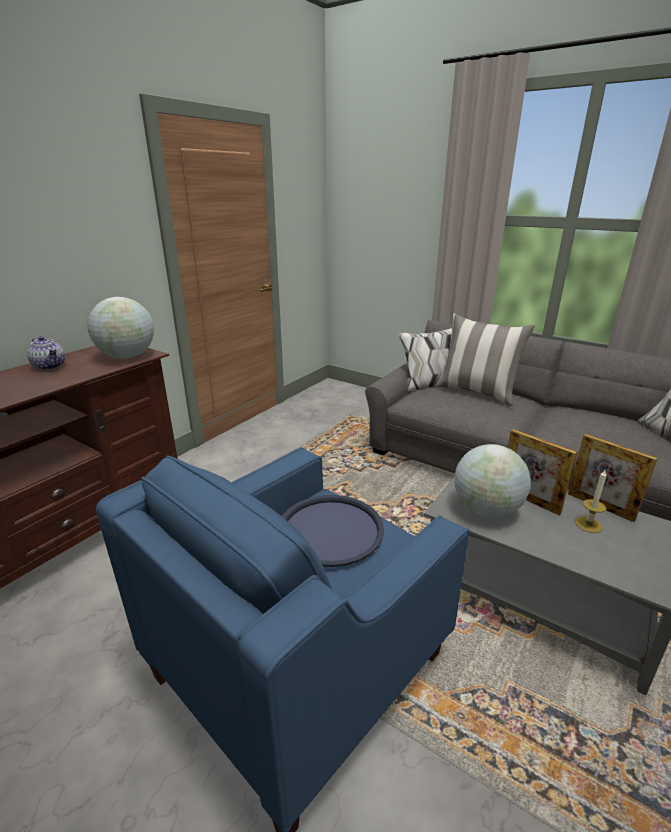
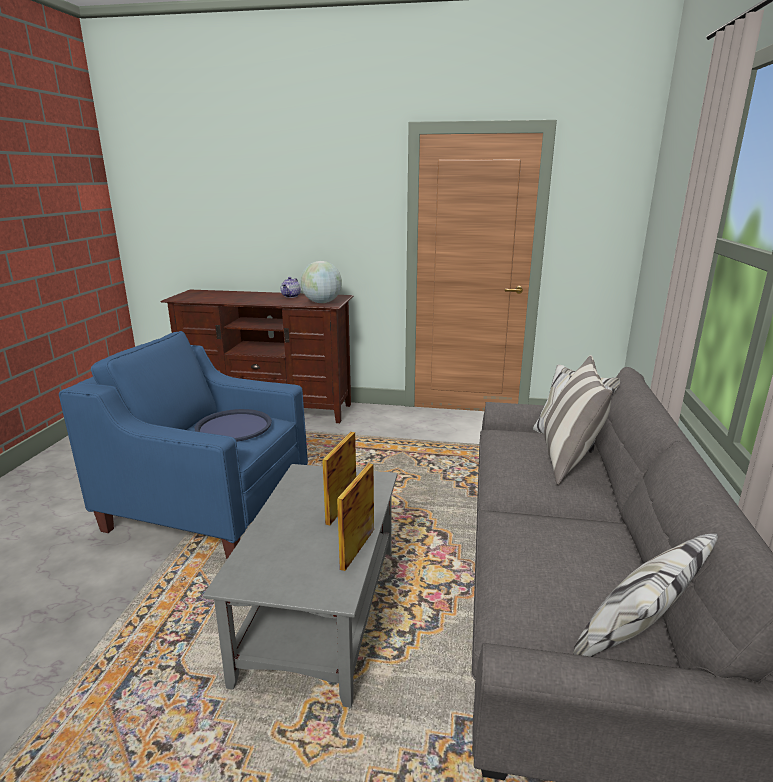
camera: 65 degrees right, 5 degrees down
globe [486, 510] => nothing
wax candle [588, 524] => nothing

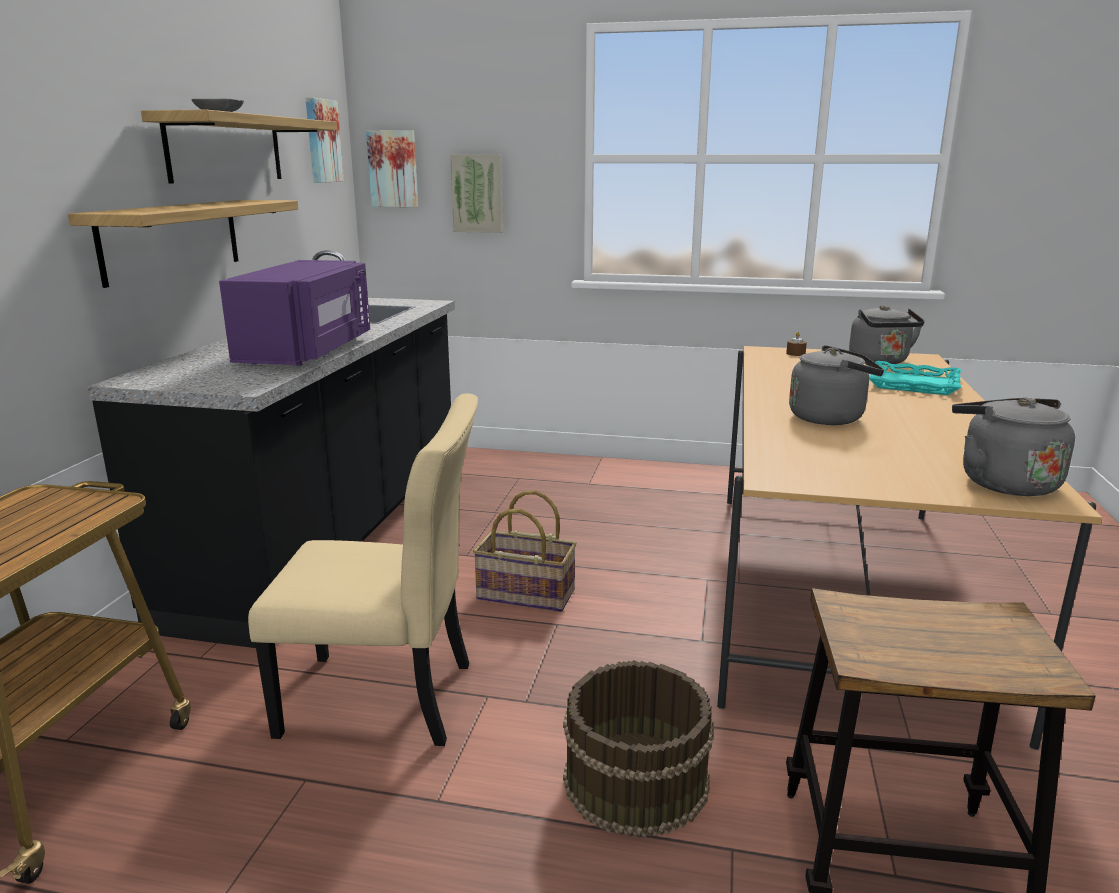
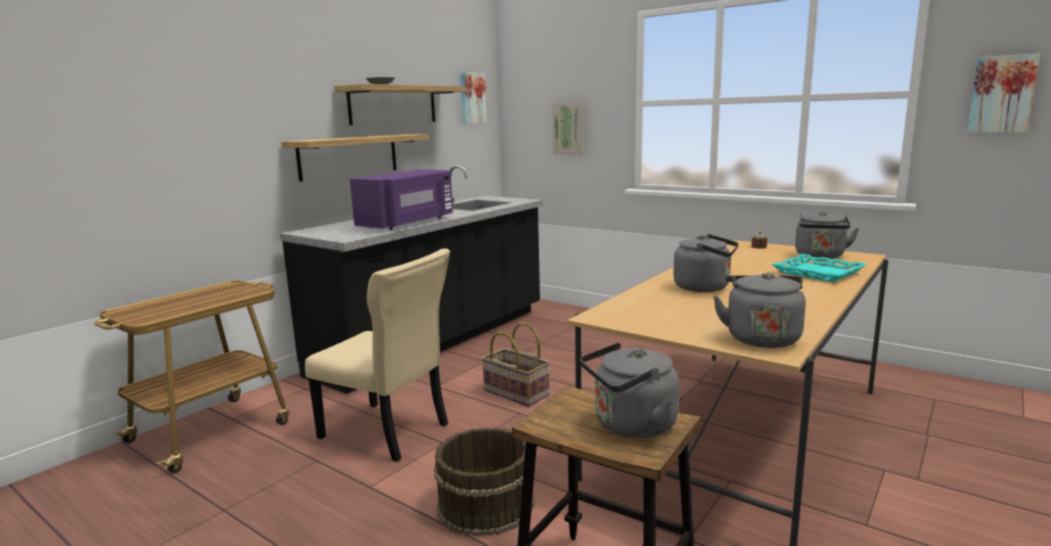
camera: 25 degrees right, 5 degrees down
nothing => kettle/grey [631, 426]
wall picture [393, 169] => wall picture [1002, 94], shifted

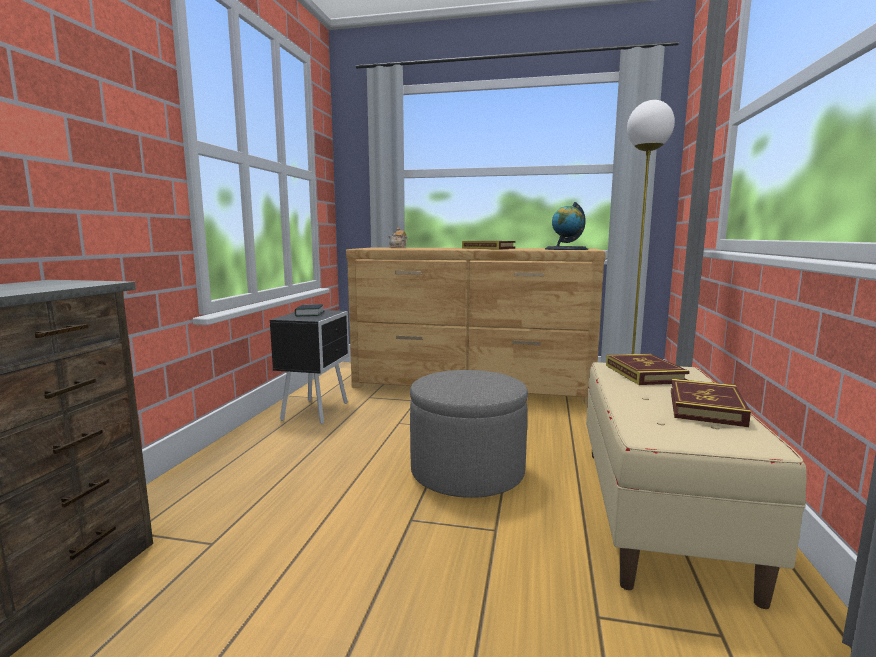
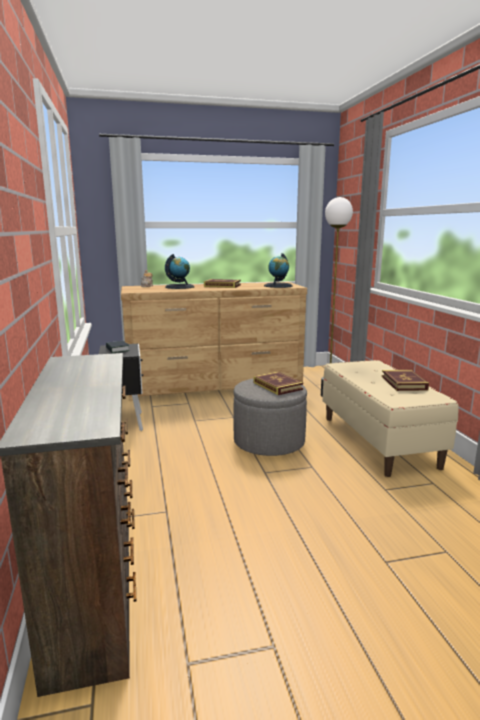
camera: 25 degrees left, 5 degrees up
nothing => globe [179, 287]
book [644, 374] => book [277, 386], shifted

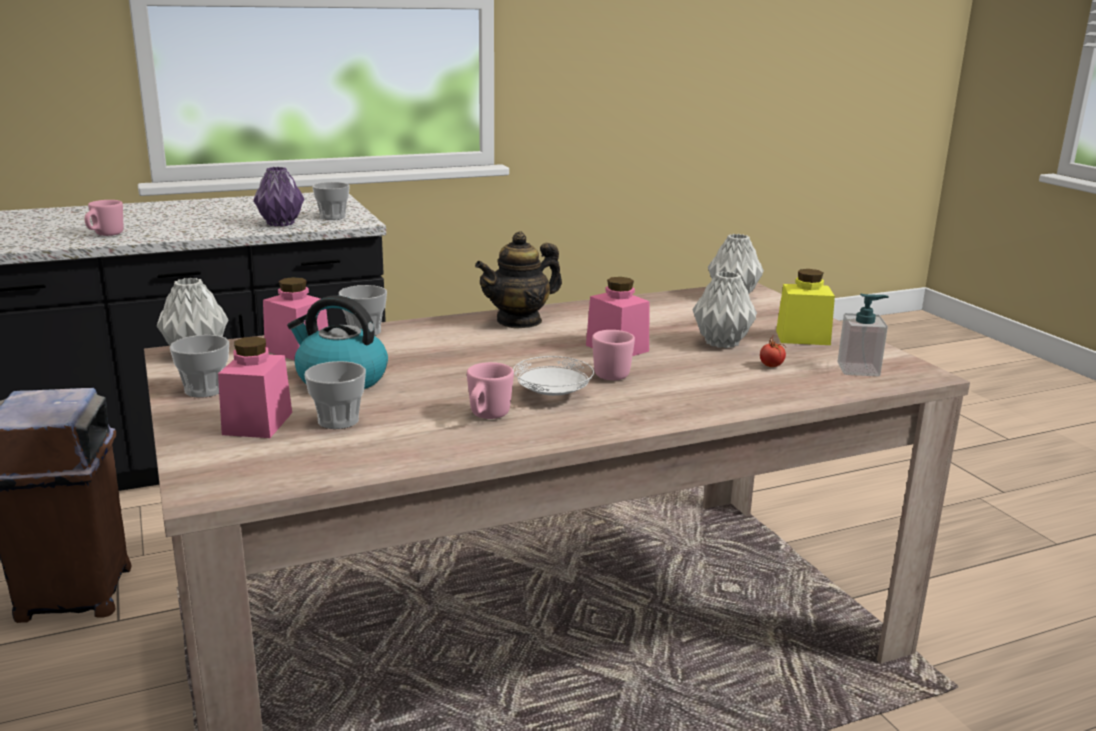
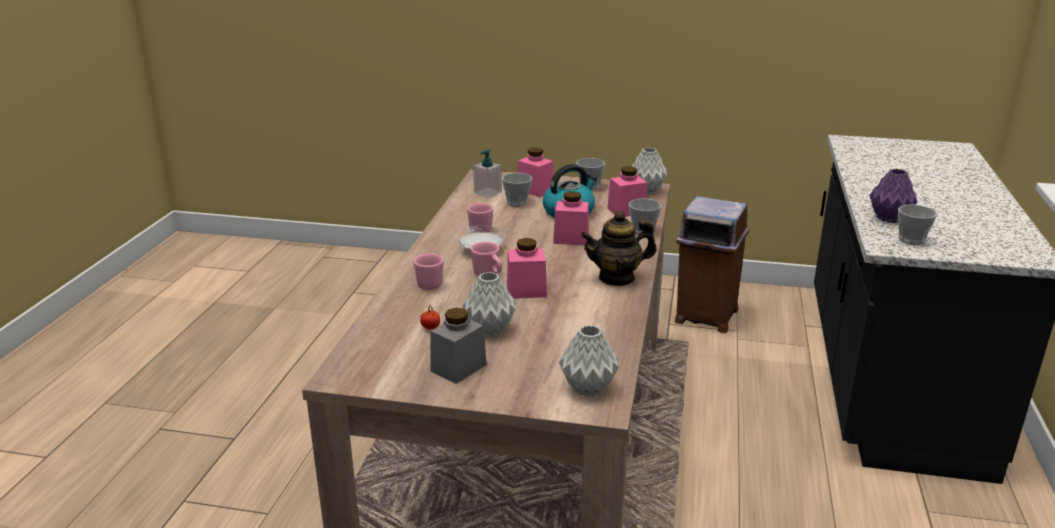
camera: 125 degrees right, 5 degrees up
nothing => storage jar/pink [571, 238]
mug/pink [105, 235] => mug/pink [427, 284], shifted
soap dispenser [858, 369] => soap dispenser [487, 193], shifted
storage jar/yellow [802, 337] => storage jar/grey [458, 368]
pot for tea [519, 321] => pot for tea [617, 278], 105 degrees counterclockwise

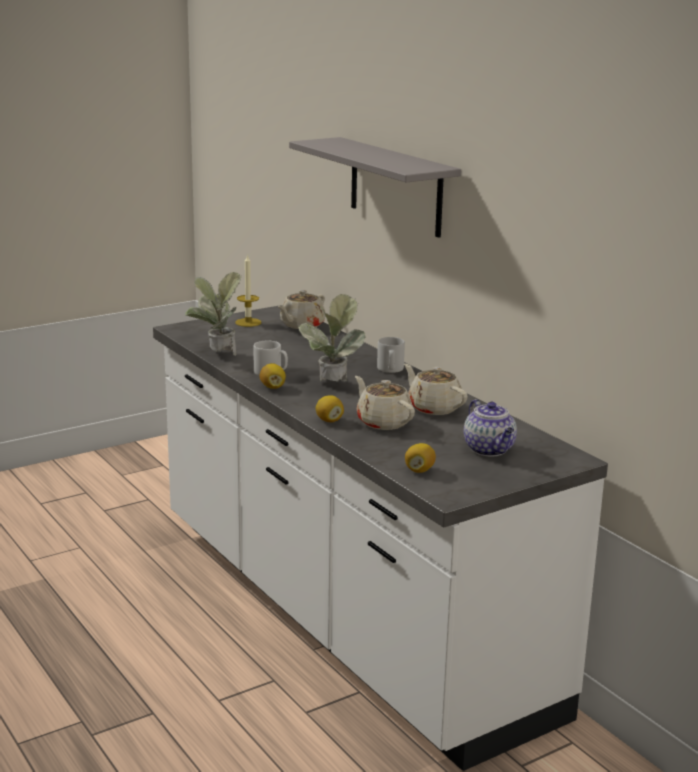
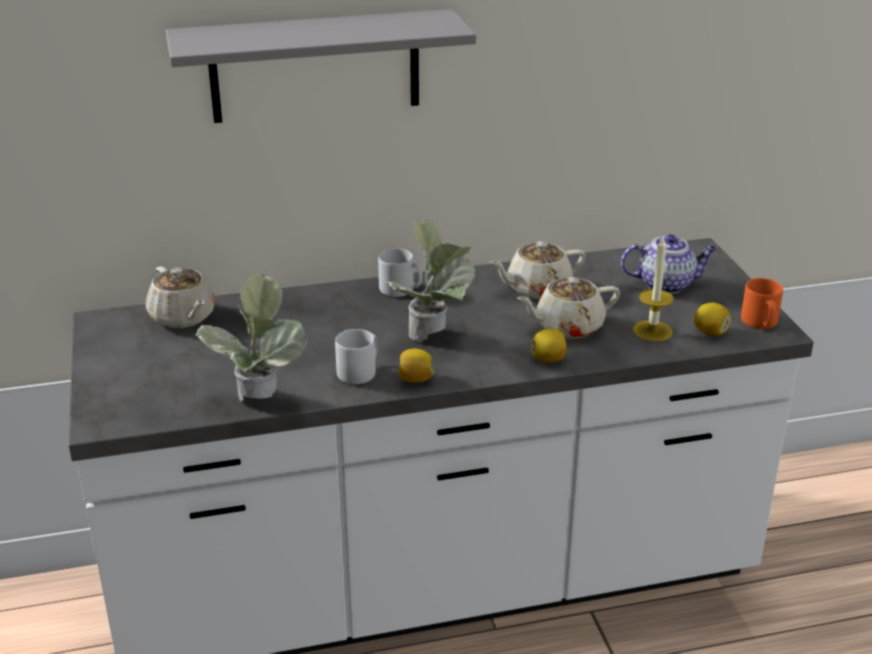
camera: 70 degrees left, 10 degrees up
nothing => mug/orangey [760, 323]
wax candle [248, 322] => wax candle [652, 331], shifted

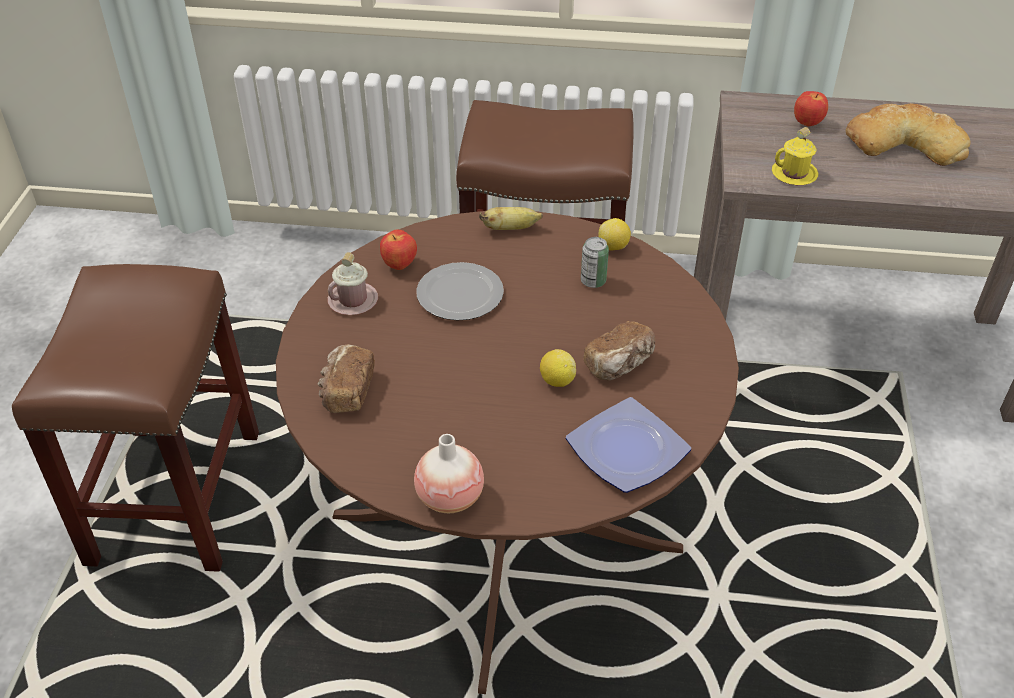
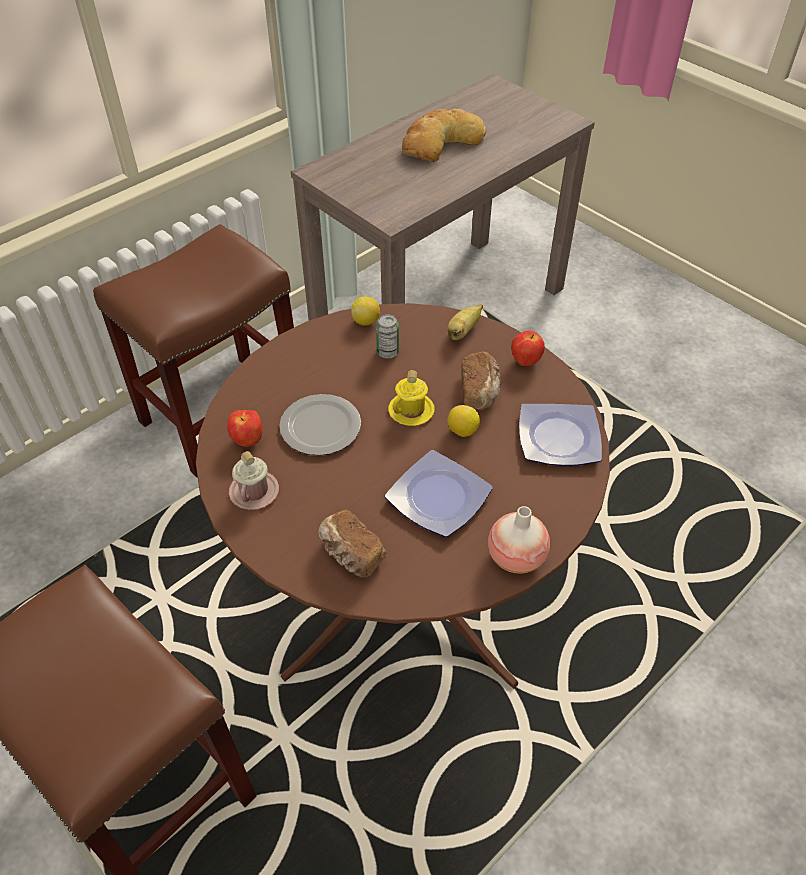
camera: 50 degrees left, 5 degrees up
nothing => dinner plate [438, 496]
whole banana [510, 228] => whole banana [463, 331], shifted
mug/yellow [794, 174] => mug/yellow [411, 410], shifted
whole apple [807, 123] => whole apple [525, 361], shifted

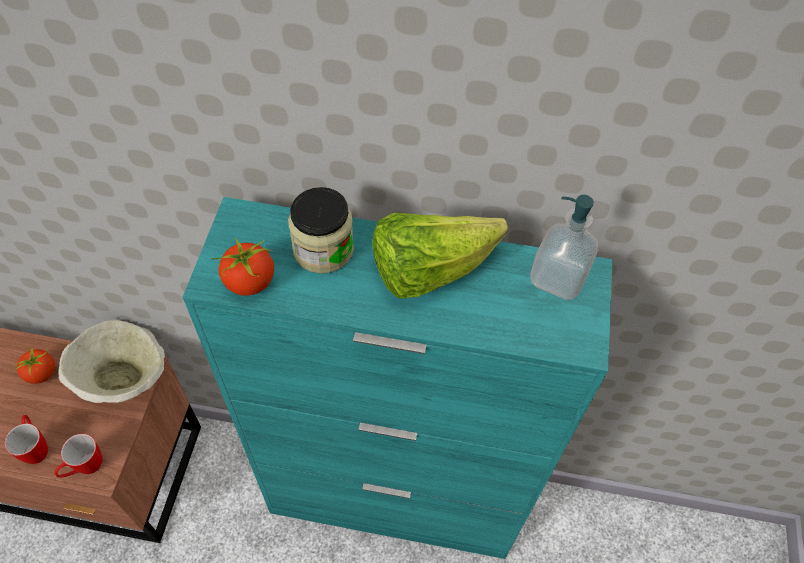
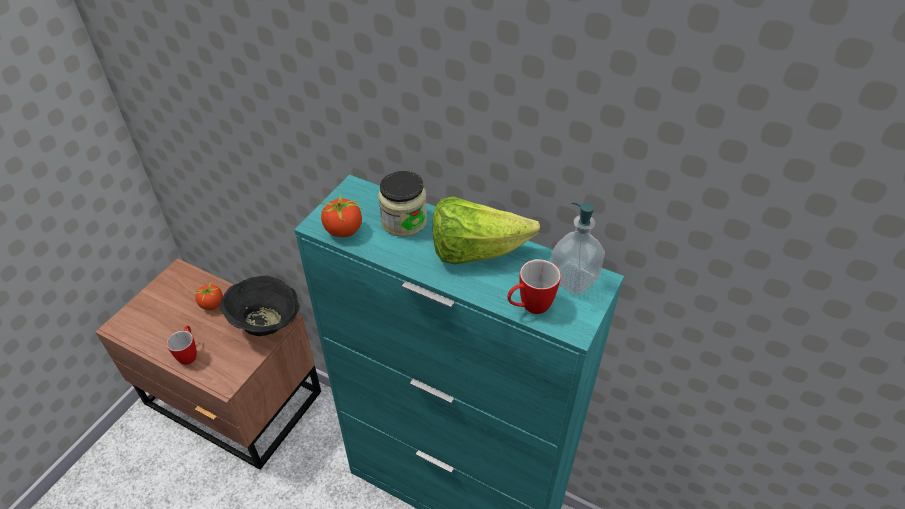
camera: 20 degrees right, 10 degrees down
mug [85, 468] => mug [529, 307], shifted
bowl/sand-coloured [124, 379] => bowl/black [266, 323]

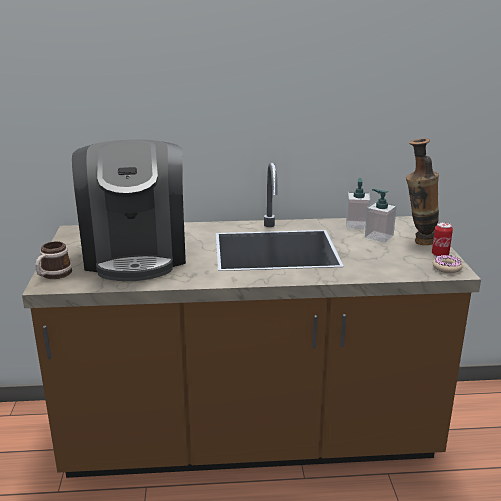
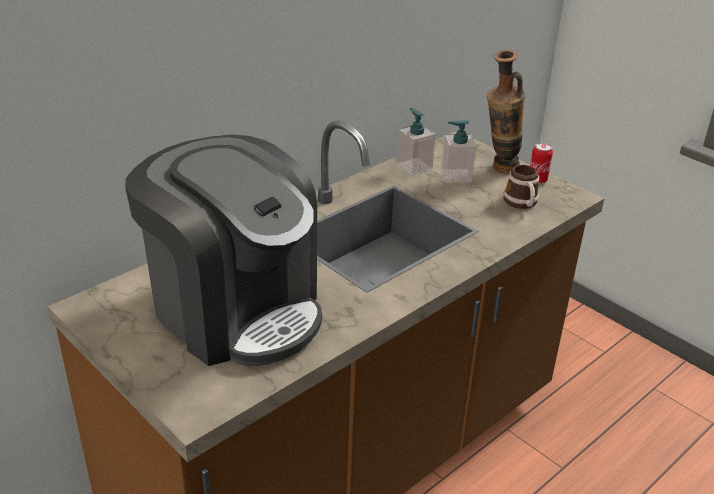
camera: 40 degrees left, 10 degrees up
donut [446, 268] => nothing
mug [53, 275] => mug [522, 203], shifted

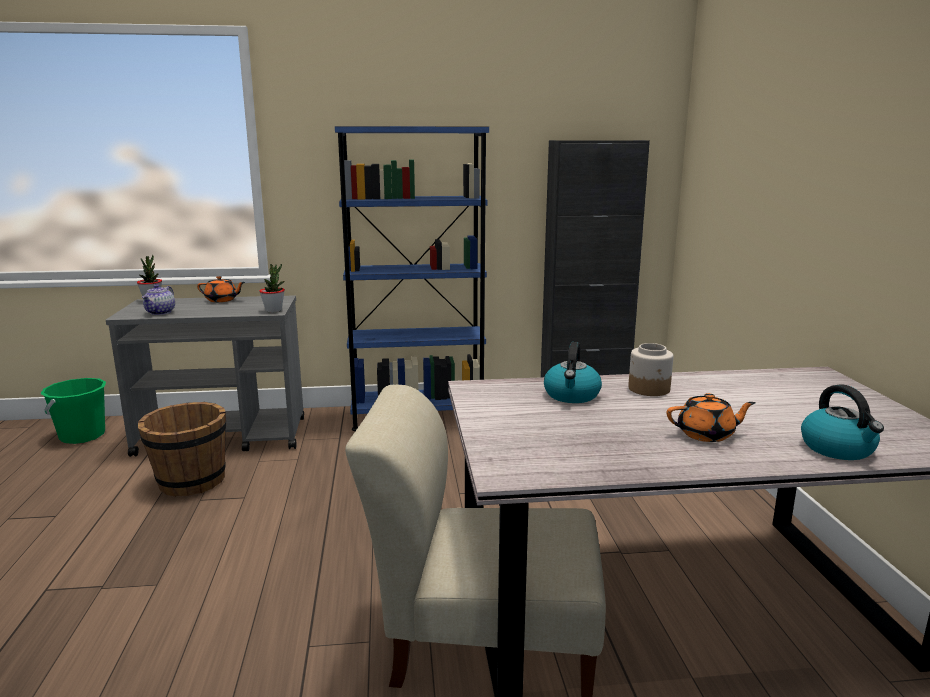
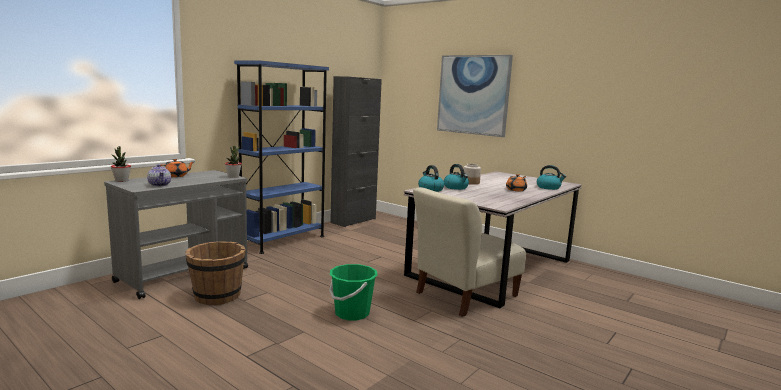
camera: 45 degrees left, 5 degrees down
nothing => kettle [430, 189]
nothing => wall picture [473, 95]
bucket/greenish [82, 436] => bucket/greenish [352, 313], shifted

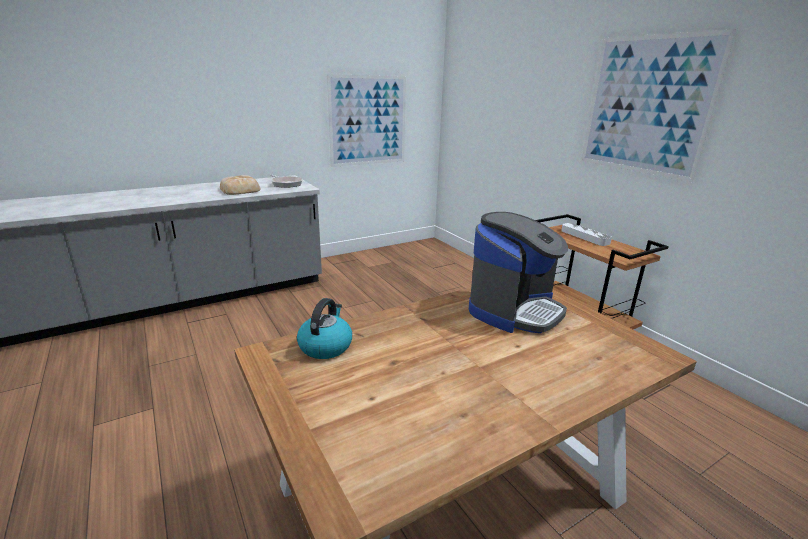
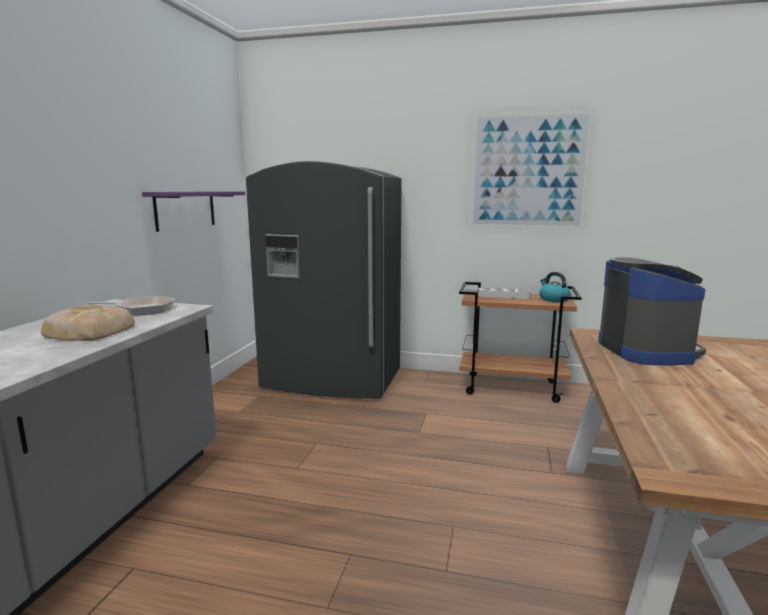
camera: 45 degrees left, 10 degrees down
nothing => refrigerator/grey [332, 380]
kettle [325, 346] => kettle [553, 299], shifted
wall picture [368, 121] => bracket shelf/purple [185, 209]

